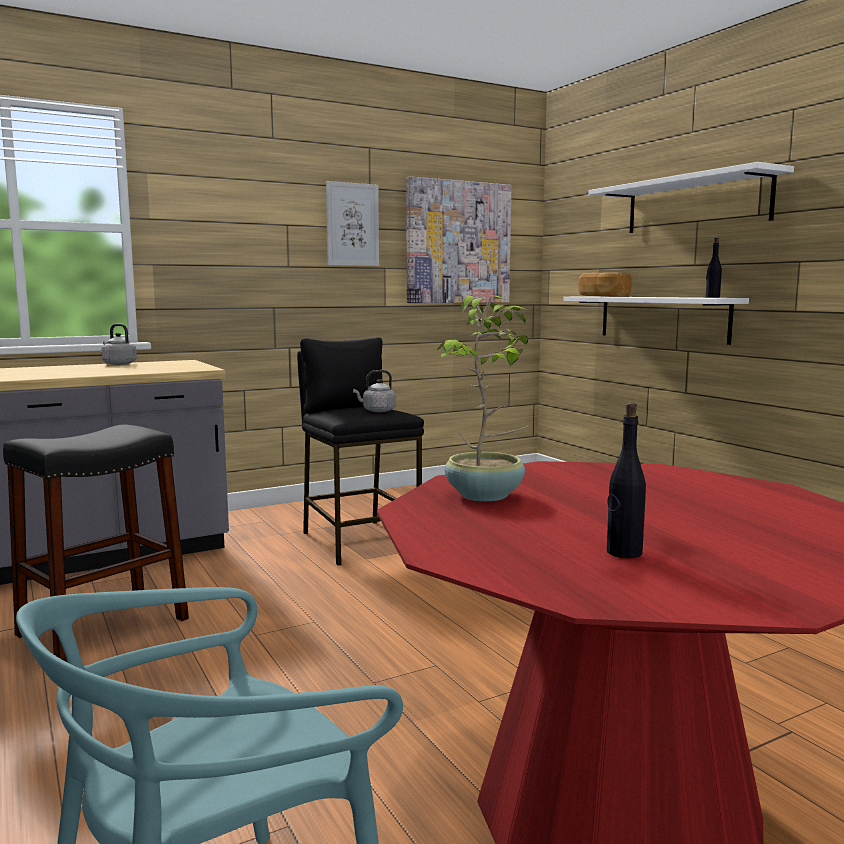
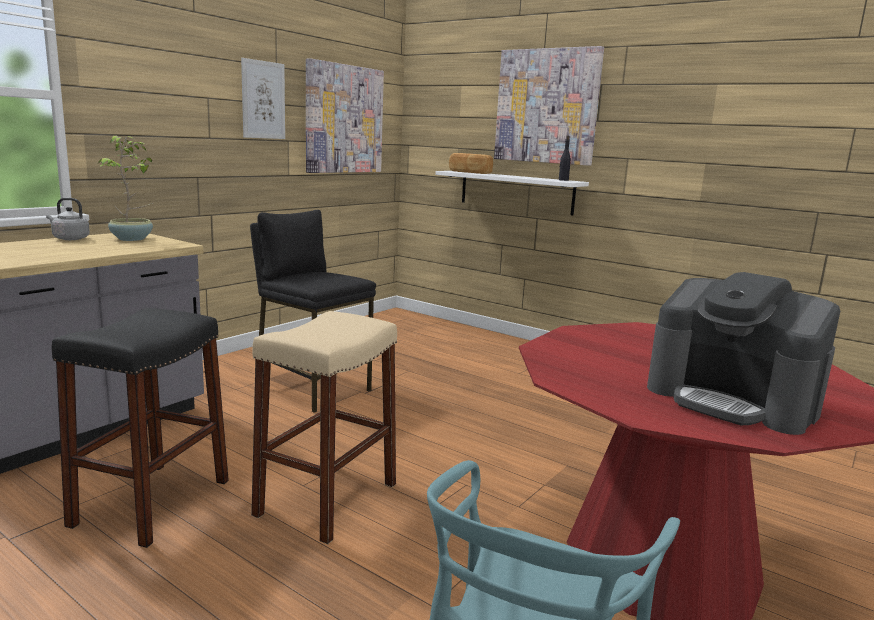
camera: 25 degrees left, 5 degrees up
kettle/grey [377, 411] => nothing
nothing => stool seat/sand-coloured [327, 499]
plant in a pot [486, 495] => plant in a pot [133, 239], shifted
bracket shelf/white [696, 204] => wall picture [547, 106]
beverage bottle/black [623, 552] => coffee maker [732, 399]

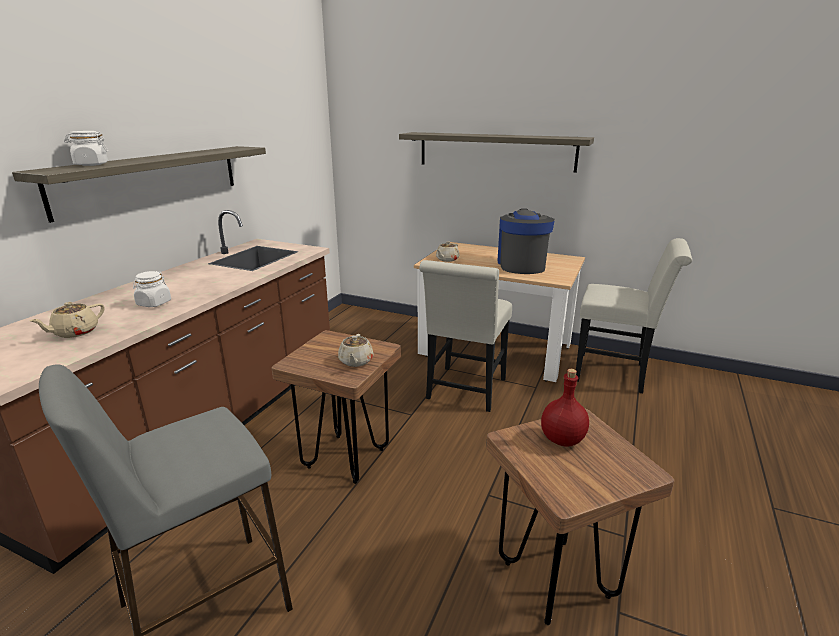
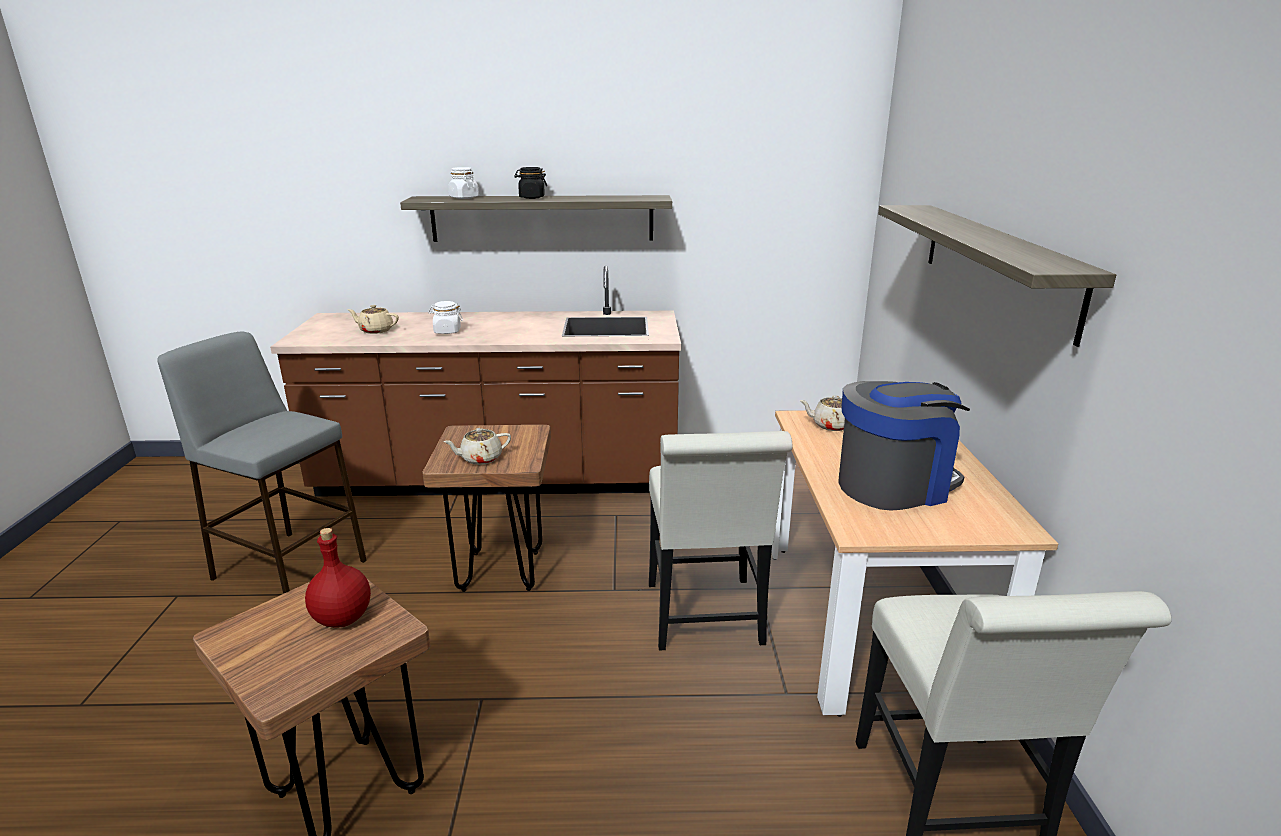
camera: 65 degrees right, 0 degrees up
nothing => storage jar/black [531, 197]
chair/white [464, 392] => chair/white [706, 620], 90 degrees counterclockwise

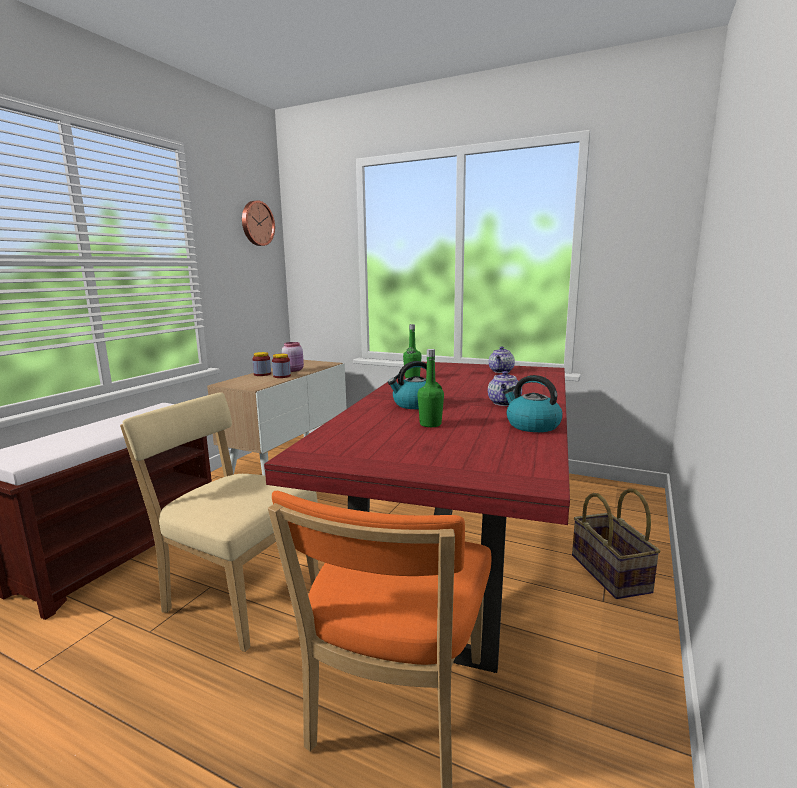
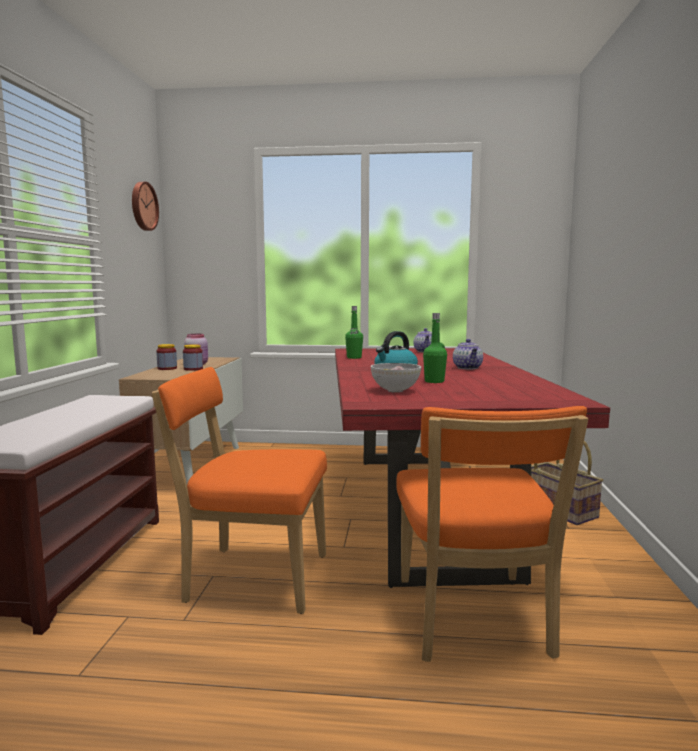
camera: 20 degrees left, 5 degrees down
kettle [532, 425] => nothing
nothing => bowl [395, 391]
chair/sand-coloured [237, 596] => chair/orangey [251, 577]

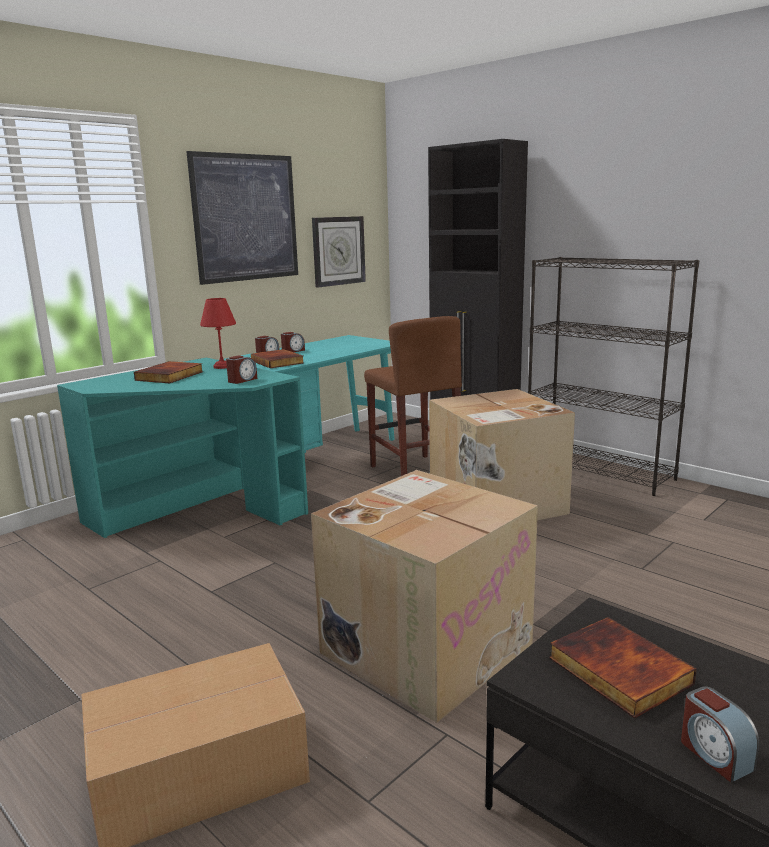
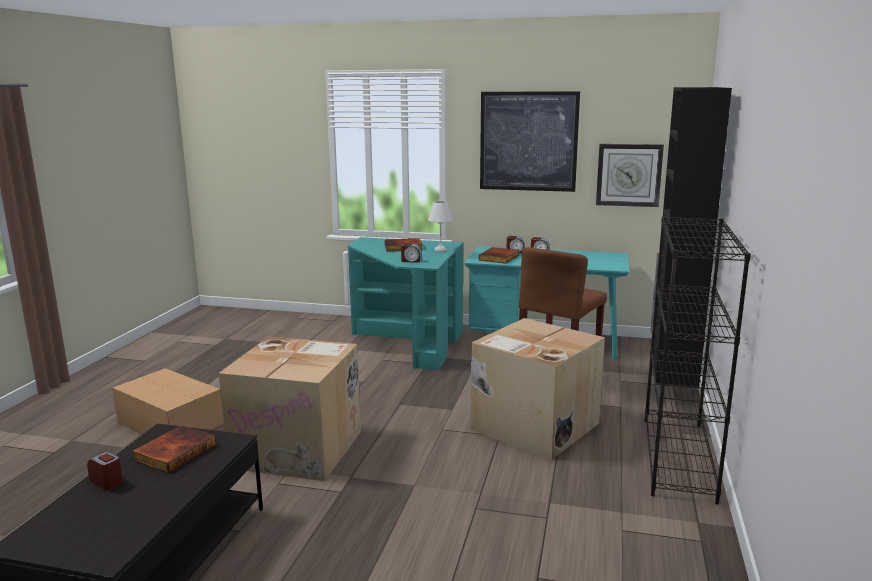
camera: 60 degrees right, 0 degrees up
tabletop lamp/red-coloured [222, 367] => tabletop lamp/white [440, 250]
table clock [714, 754] => table clock [107, 482], 90 degrees clockwise

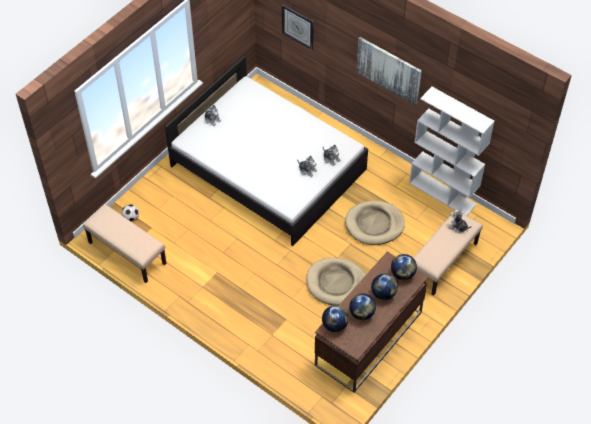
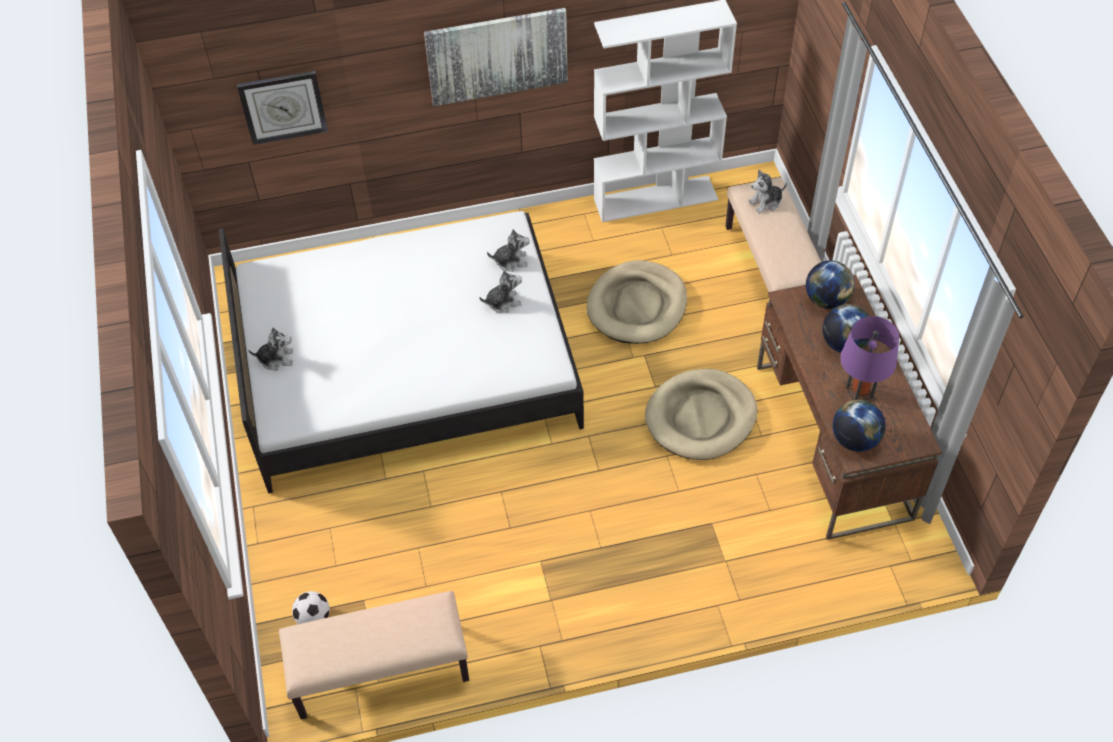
camera: 50 degrees left, 0 degrees up
globe [362, 313] => tabletop lamp/purple [859, 392]

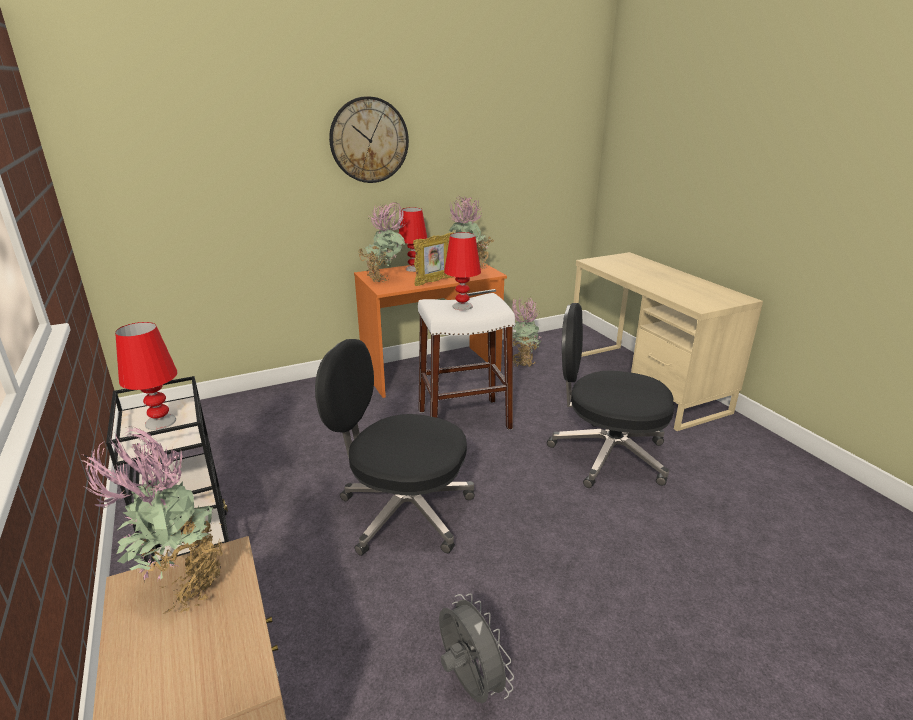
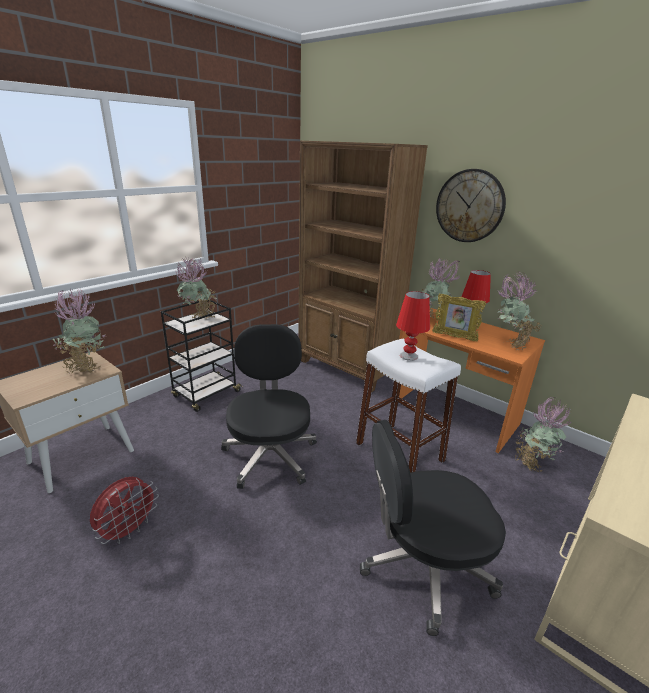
camera: 65 degrees right, 0 degrees up
nothing => bookshelf/brown-coloured [347, 369]
tabletop lamp/red-coloured [160, 422] => plant in a pot [200, 319]
electric fan/grey [469, 683] => electric fan/red-coloured [129, 530]
office chair/black [606, 455] => office chair/black [423, 566], 90 degrees counterclockwise

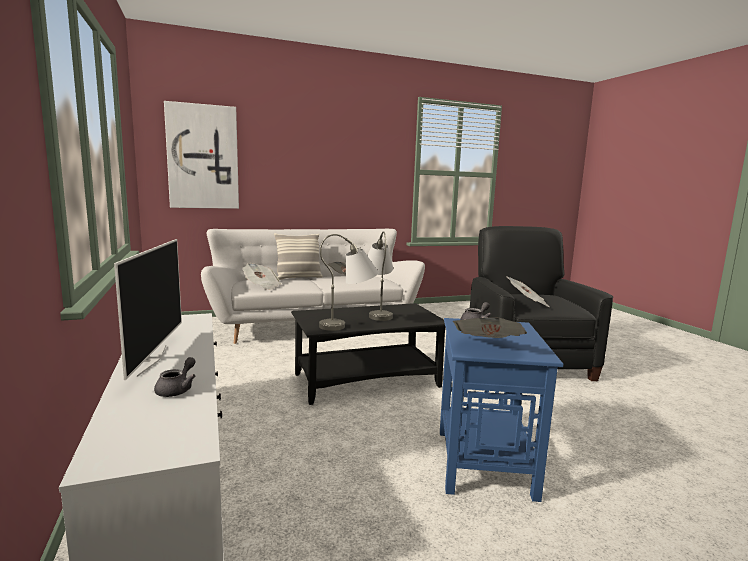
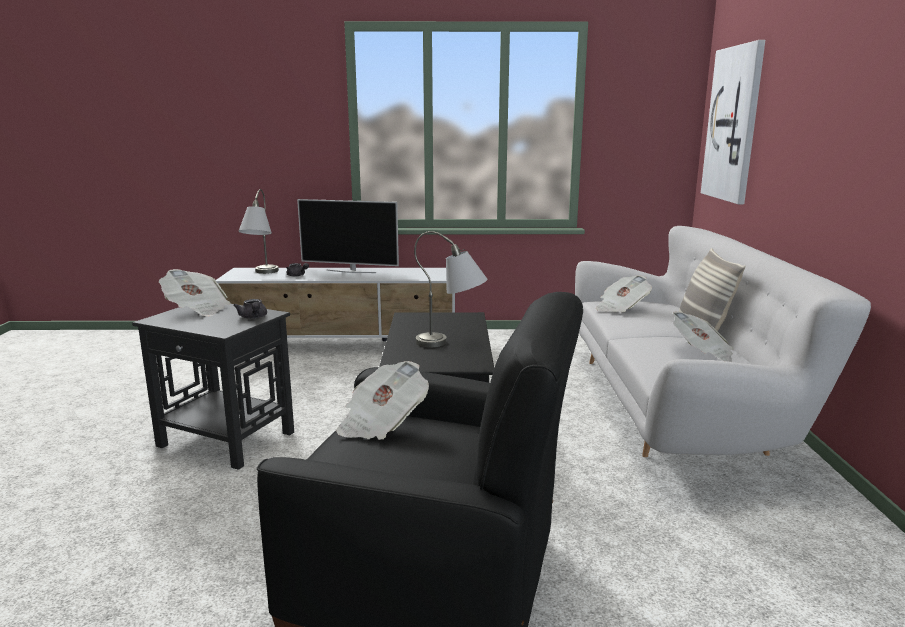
camera: 110 degrees right, 5 degrees up
tabletop lamp/grey [349, 325] => tabletop lamp/grey [261, 274], shifted
end table/bluish [484, 461] => end table/black [227, 439]

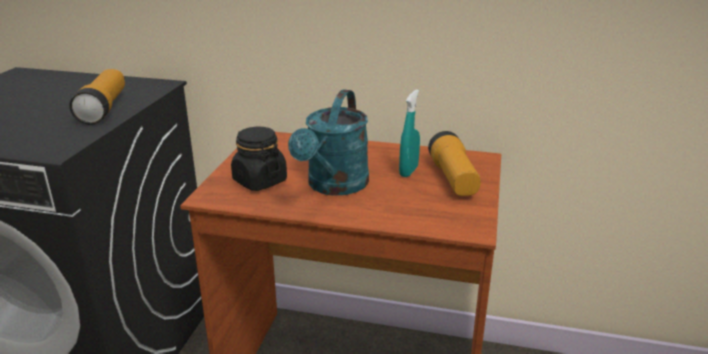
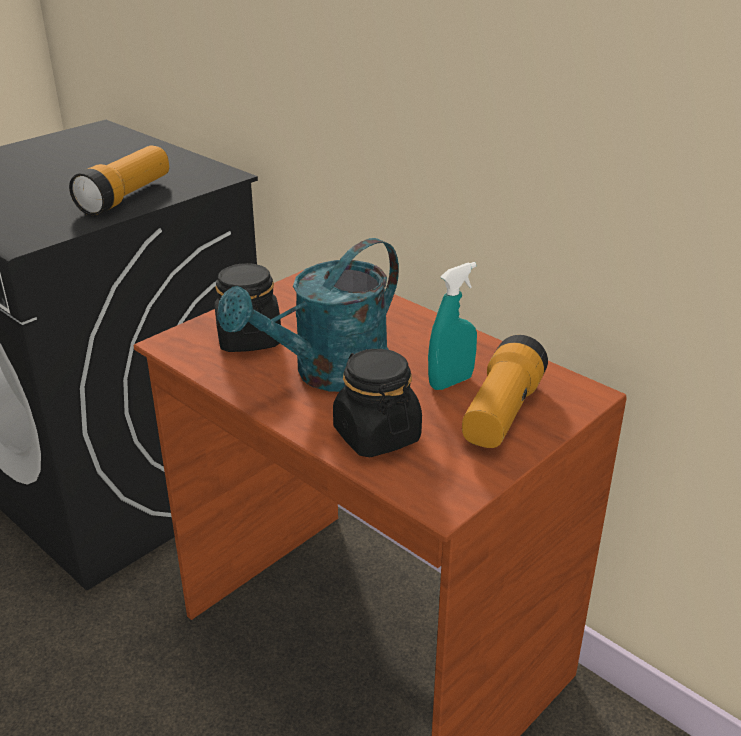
camera: 30 degrees right, 5 degrees up
nothing => storage jar/black [376, 435]

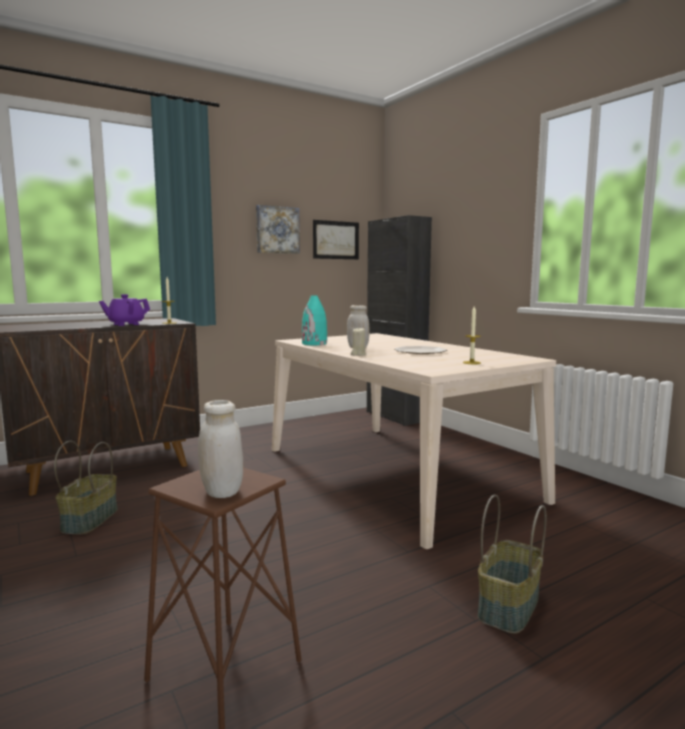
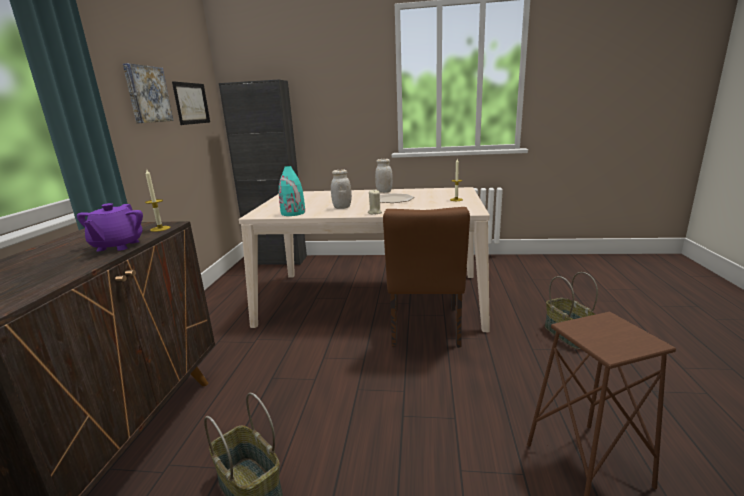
camera: 50 degrees left, 10 degrees up
nothing => chair/brown-coloured [424, 330]
storage jar/white [222, 492] => storage jar/white [384, 191], shifted

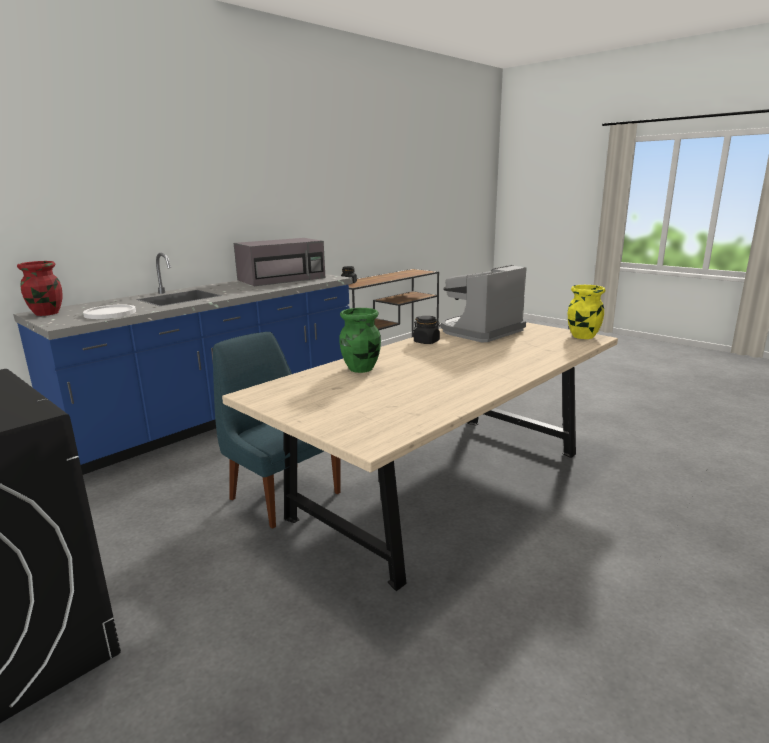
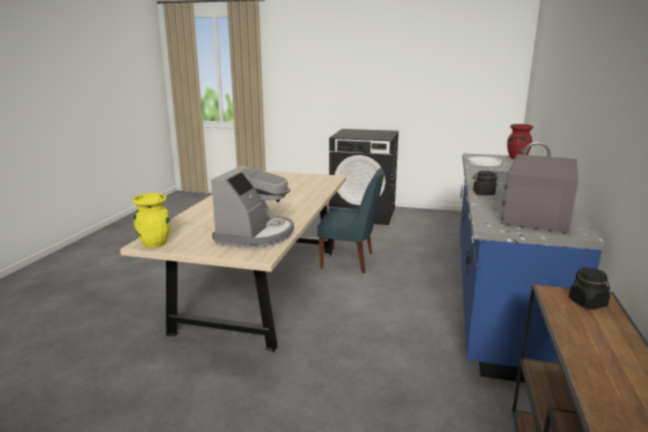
camera: 150 degrees right, 0 degrees up
vase/greenish [361, 369] => nothing
storage jar/black [426, 342] => storage jar/black [483, 193], shifted

